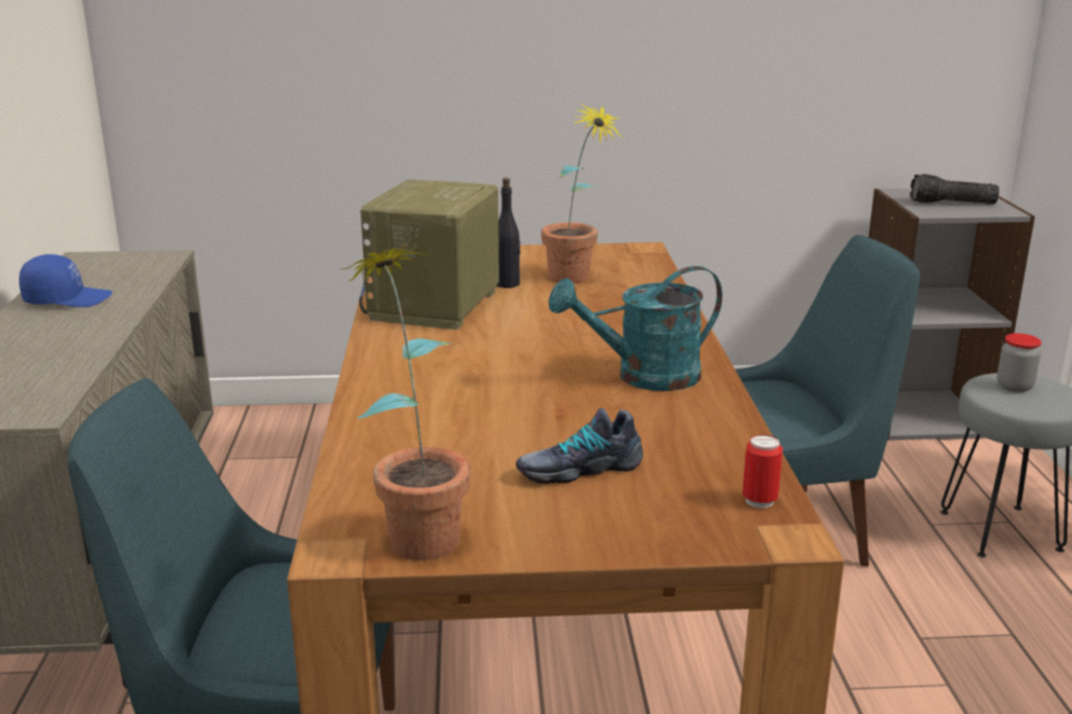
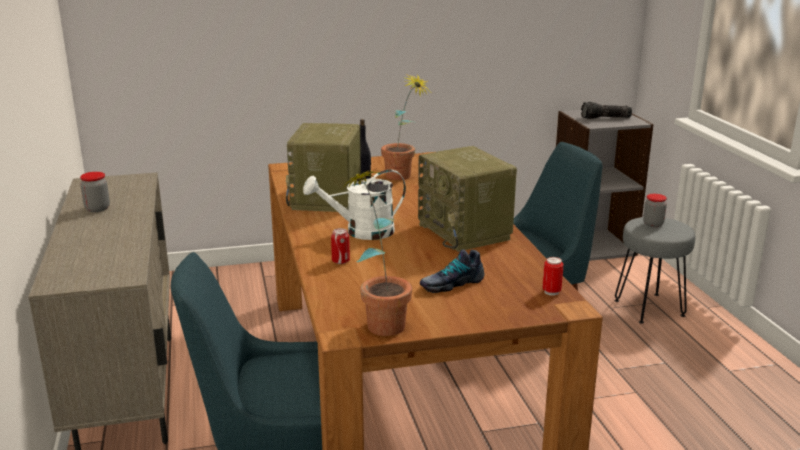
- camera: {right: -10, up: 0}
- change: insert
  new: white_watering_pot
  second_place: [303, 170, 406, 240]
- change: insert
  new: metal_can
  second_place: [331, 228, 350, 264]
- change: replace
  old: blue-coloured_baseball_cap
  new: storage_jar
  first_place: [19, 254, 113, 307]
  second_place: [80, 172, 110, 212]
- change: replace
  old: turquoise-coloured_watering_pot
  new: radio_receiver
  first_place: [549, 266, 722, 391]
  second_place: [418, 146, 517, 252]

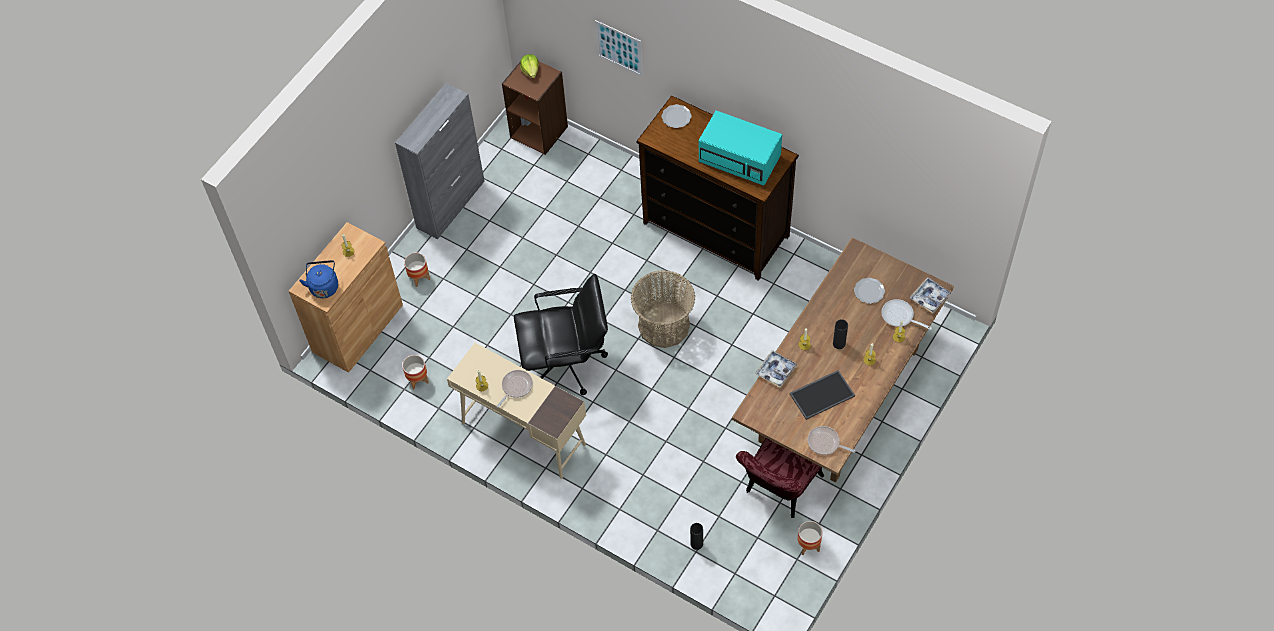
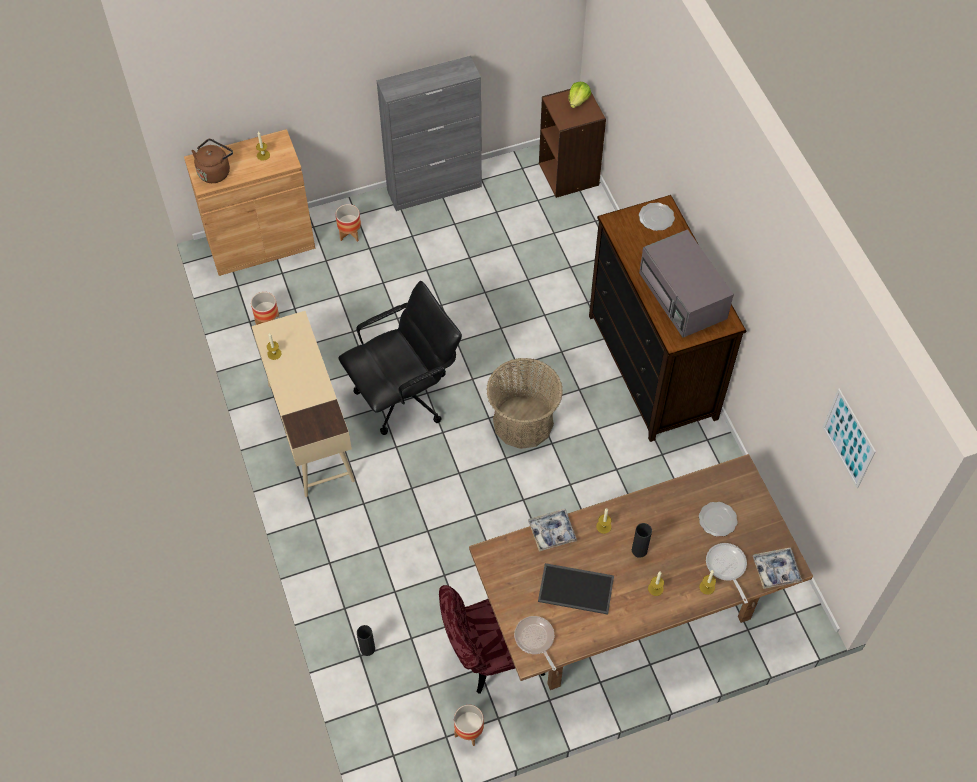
- camera: {right: 35, up: 0}
- change: delete
  old: frying_pan
  first_place: [497, 370, 533, 408]
- change: move
  old: wall_art
  first_place: [595, 20, 643, 76]
  second_place: [823, 389, 876, 488]
- change: recolor
  old: blue-coloured_water_kettle
  new: brown_water_kettle
  first_place: [299, 260, 338, 298]
  second_place: [191, 139, 233, 183]
- change: recolor
  old: turquoise-coloured_kitchen_microwave
  new: greyish_kitchen_microwave
  first_place: [699, 110, 782, 186]
  second_place: [639, 229, 734, 337]
- change: rotate
  old: blackish_desk_chair
  first_place: [514, 274, 608, 395]
  second_place: [338, 281, 462, 435]
  degrees: -60

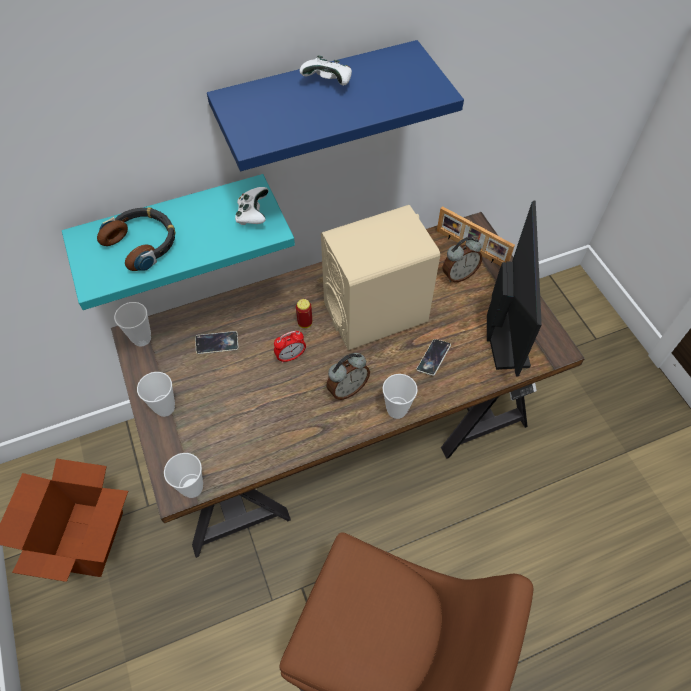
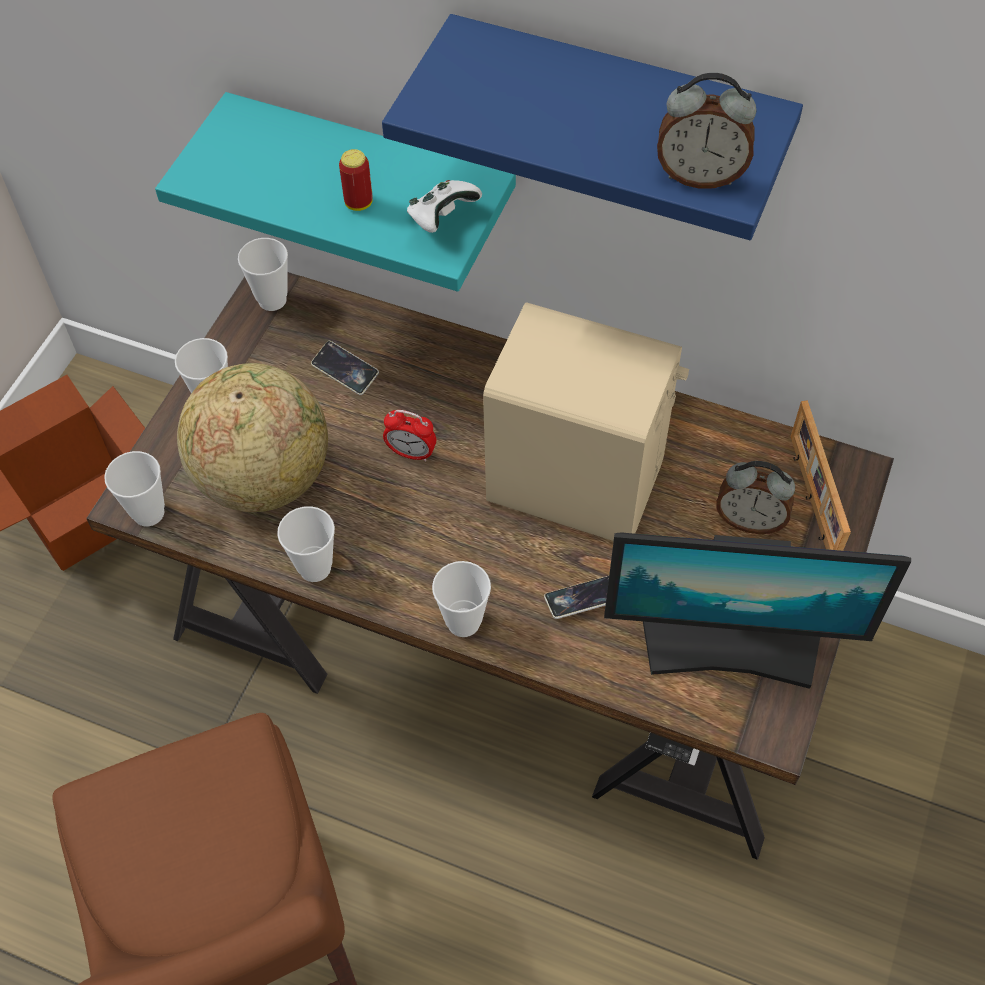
- camera: {right: 45, up: 0}
- change: delete
  old: headphones
  first_place: [97, 207, 175, 271]
- change: delete
  old: white_gamepad
  first_place: [300, 55, 352, 85]
- change: insert
  new: globe
  second_place: [177, 363, 328, 512]
- change: insert
  new: cup
  second_place: [277, 506, 335, 582]
- change: move
  old: metal_can
  first_place: [296, 299, 312, 328]
  second_place: [339, 149, 373, 211]
- change: move
  old: alarm_clock
  first_place: [326, 353, 370, 400]
  second_place: [657, 73, 757, 189]
- change: rotate
  old: computer_display
  first_place: [487, 201, 542, 377]
  second_place: [604, 532, 911, 689]
  degrees: 45

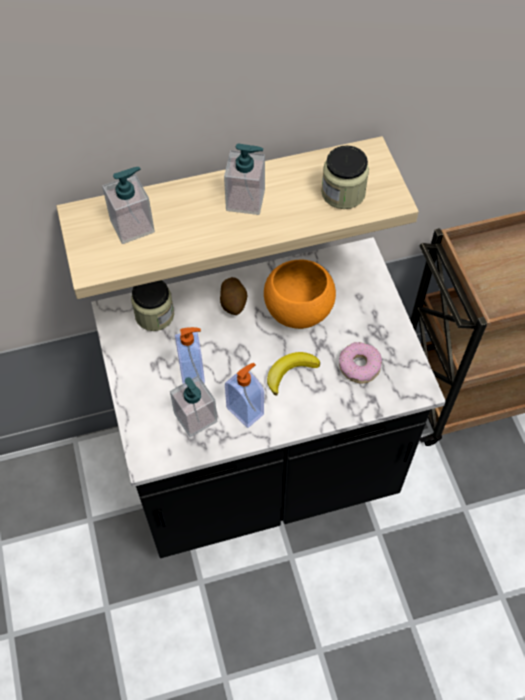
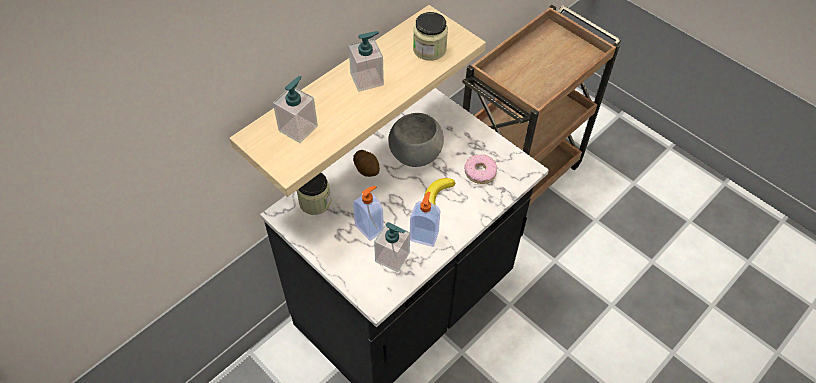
- camera: {right: -30, up: -5}
- change: recolor
  old: orangey_serving_bowl
  new: greyish_serving_bowl
  first_place: [264, 259, 336, 329]
  second_place: [388, 113, 444, 167]

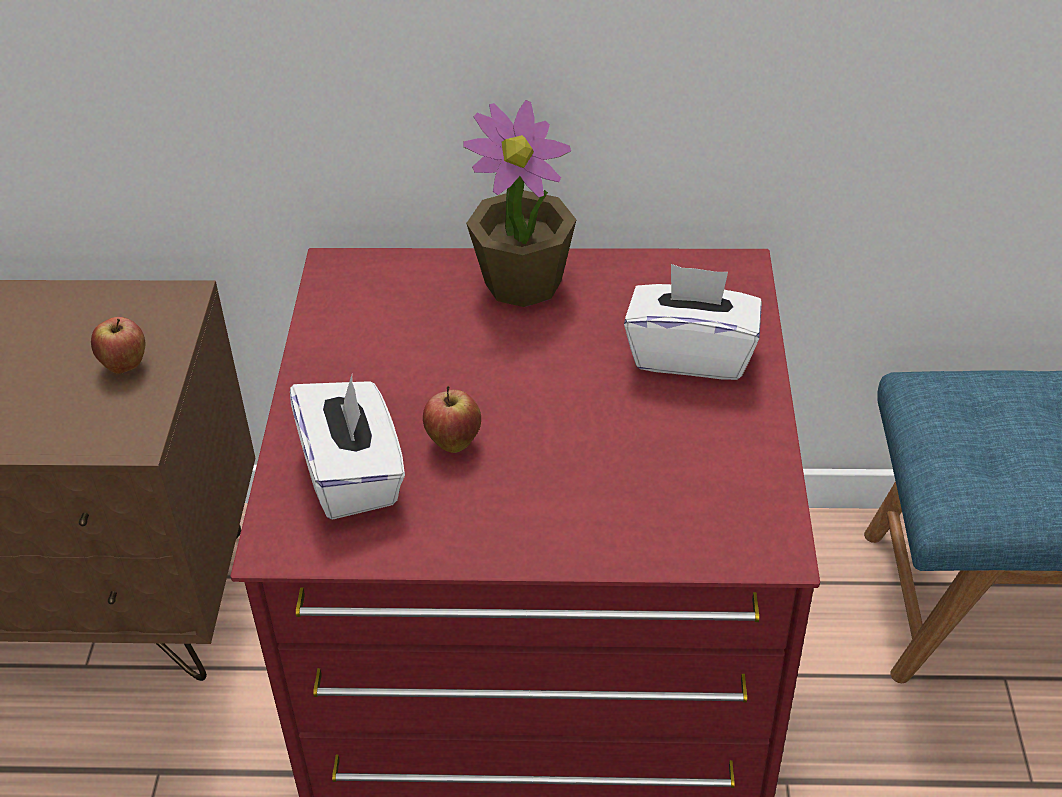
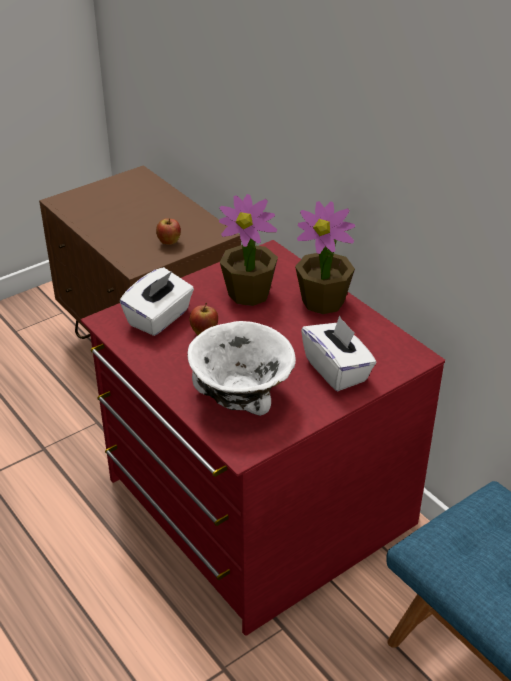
- camera: {right: 50, up: -5}
- change: insert
  new: white_serving_bowl
  second_place: [187, 321, 296, 416]
- change: insert
  new: potted_plant
  second_place: [219, 194, 278, 306]

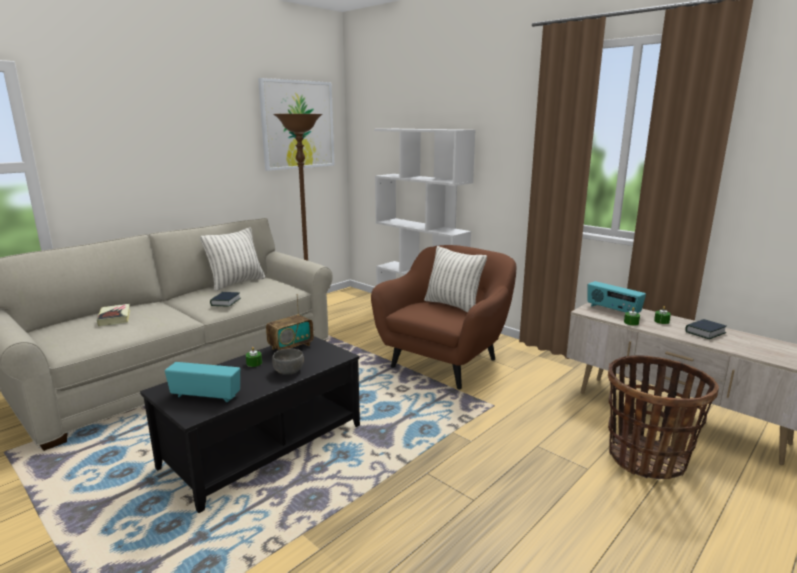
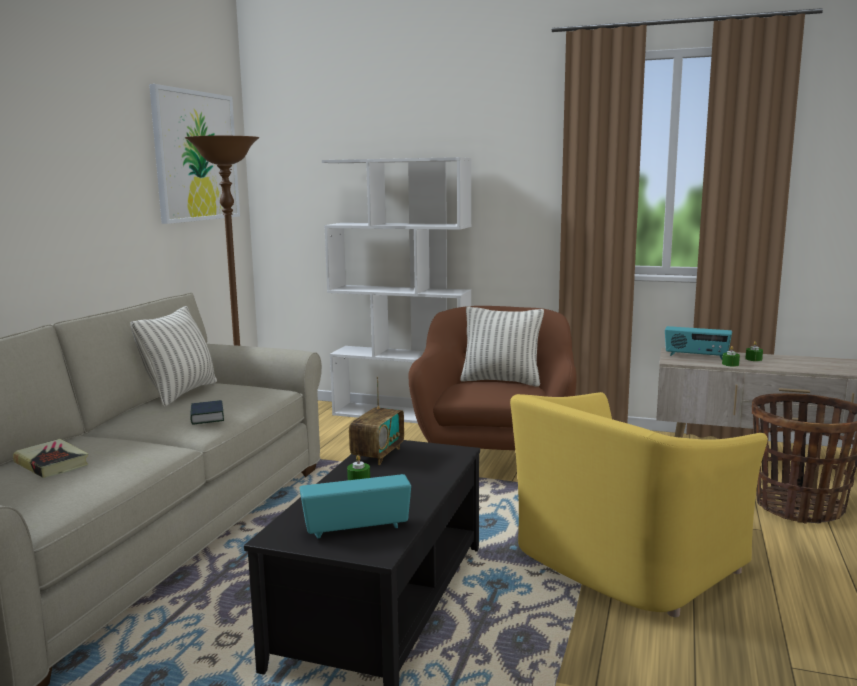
- camera: {right: -25, up: -5}
- change: delete
  old: greyish_serving_bowl
  first_place: [272, 348, 304, 375]
- change: delete
  old: bound_book
  first_place: [685, 319, 726, 339]
- change: insert
  new: yellow-coloured_lounge_chair
  second_place: [510, 392, 768, 617]

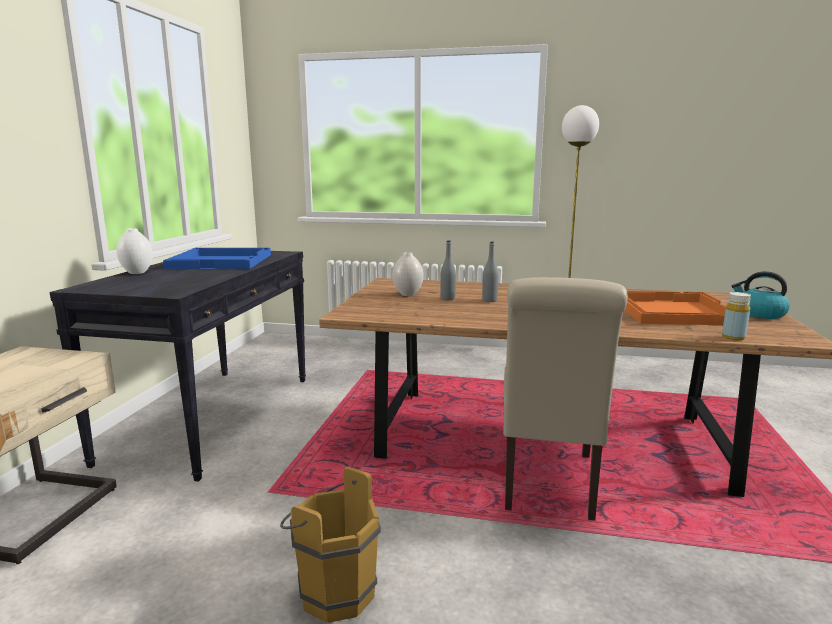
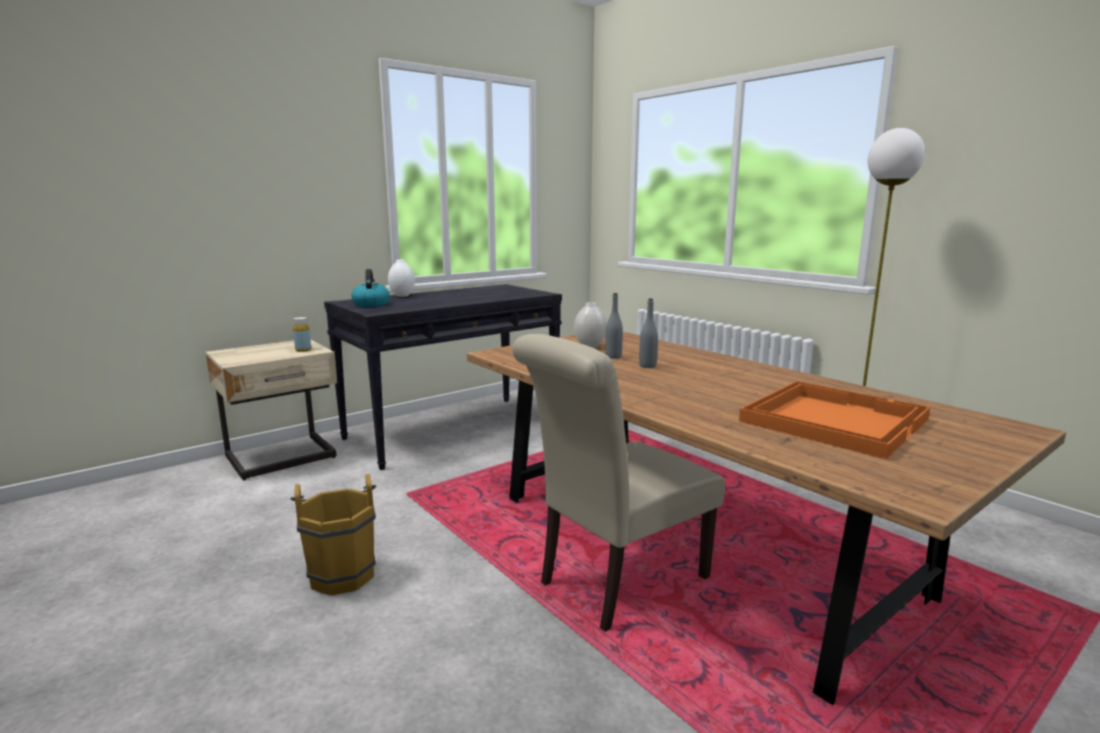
- camera: {right: 40, up: 0}
- change: delete
  old: blue-coloured_tray
  first_place: [163, 248, 271, 269]
- change: move
  old: yellow-coloured_drink_bottle
  first_place: [722, 292, 751, 341]
  second_place: [293, 317, 311, 352]
- change: move
  old: water_kettle
  first_place: [732, 271, 790, 319]
  second_place: [351, 269, 390, 307]

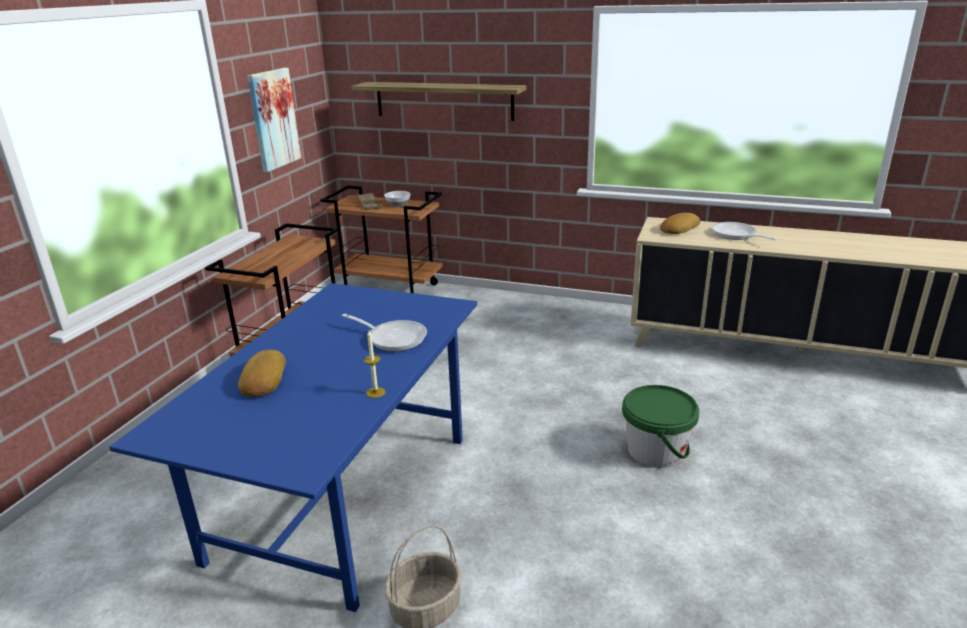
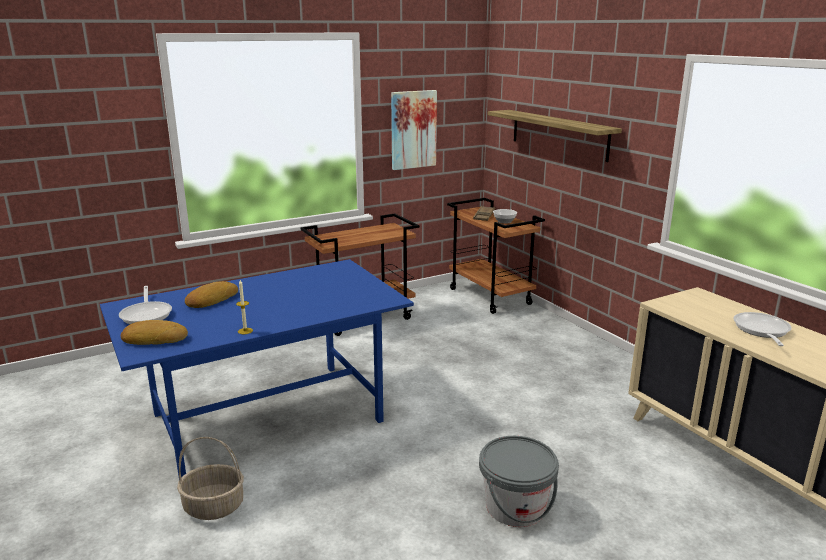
- camera: {right: 40, up: -5}
- change: move
  old: frying_pan
  first_place: [342, 314, 427, 351]
  second_place: [119, 286, 172, 324]
- change: move
  old: bread
  first_place: [660, 213, 700, 234]
  second_place: [121, 320, 188, 345]
- change: recolor
  old: green-coloured_pail
  new: greyish_pail
  first_place: [622, 385, 699, 468]
  second_place: [479, 436, 559, 527]

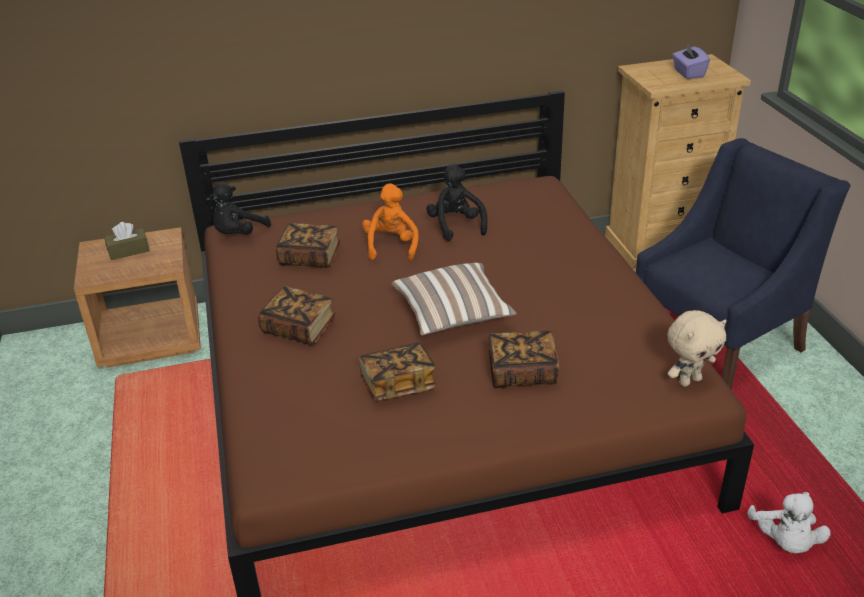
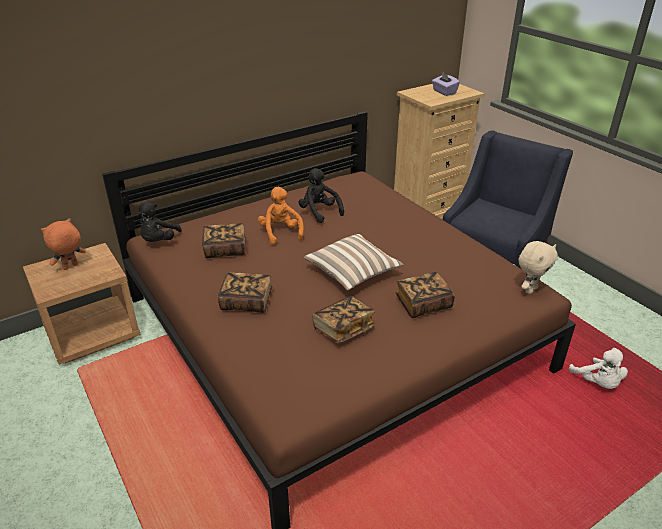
- camera: {right: -20, up: 0}
- change: replace
  old: brown_box_of_tissues
  new: orangey_soft_toy
  first_place: [104, 222, 150, 260]
  second_place: [41, 218, 86, 270]

